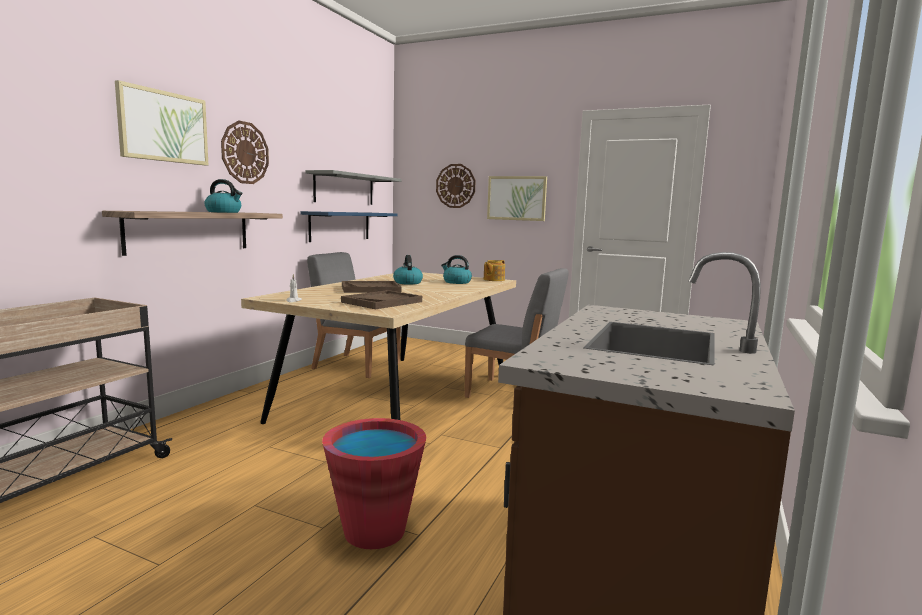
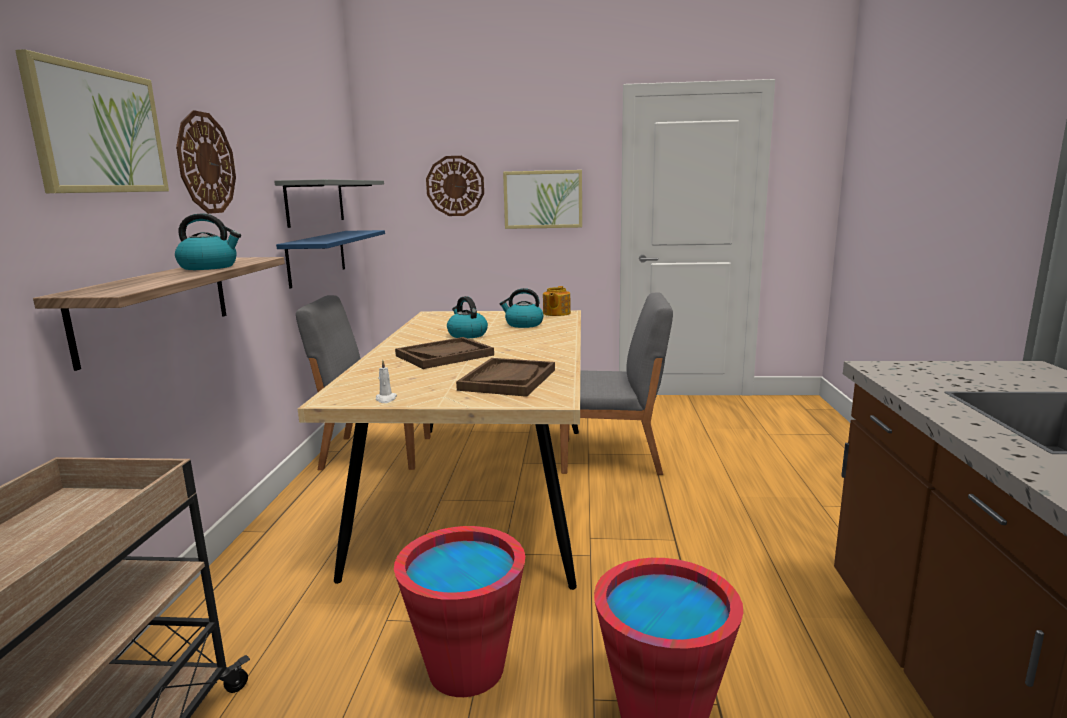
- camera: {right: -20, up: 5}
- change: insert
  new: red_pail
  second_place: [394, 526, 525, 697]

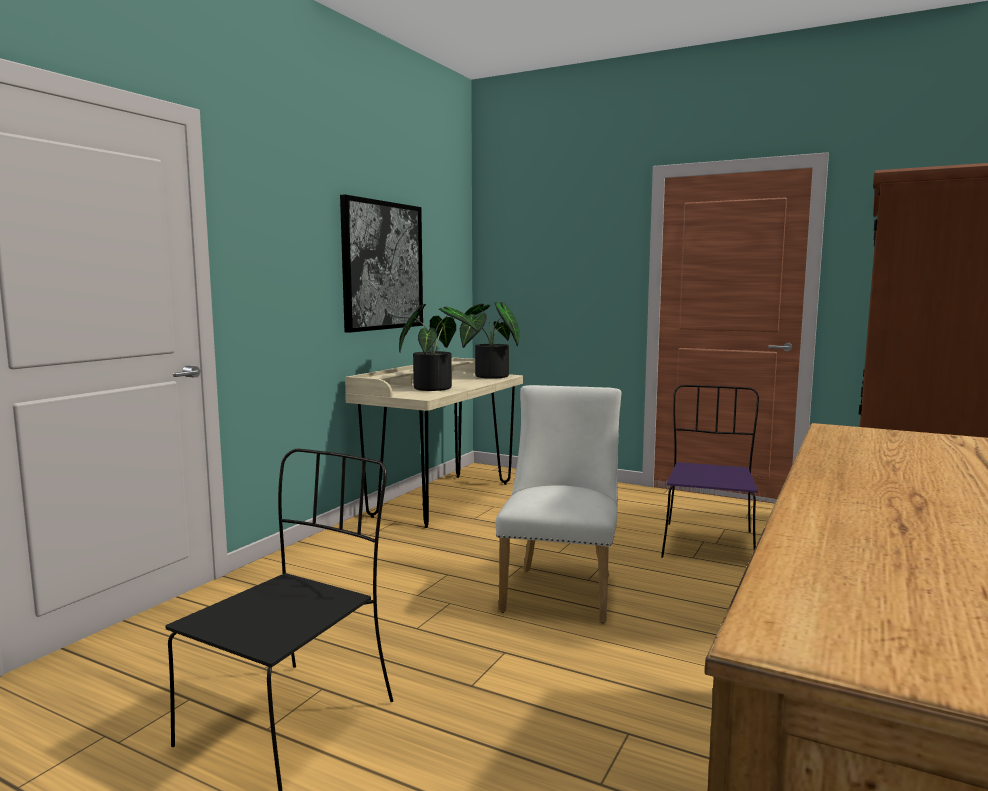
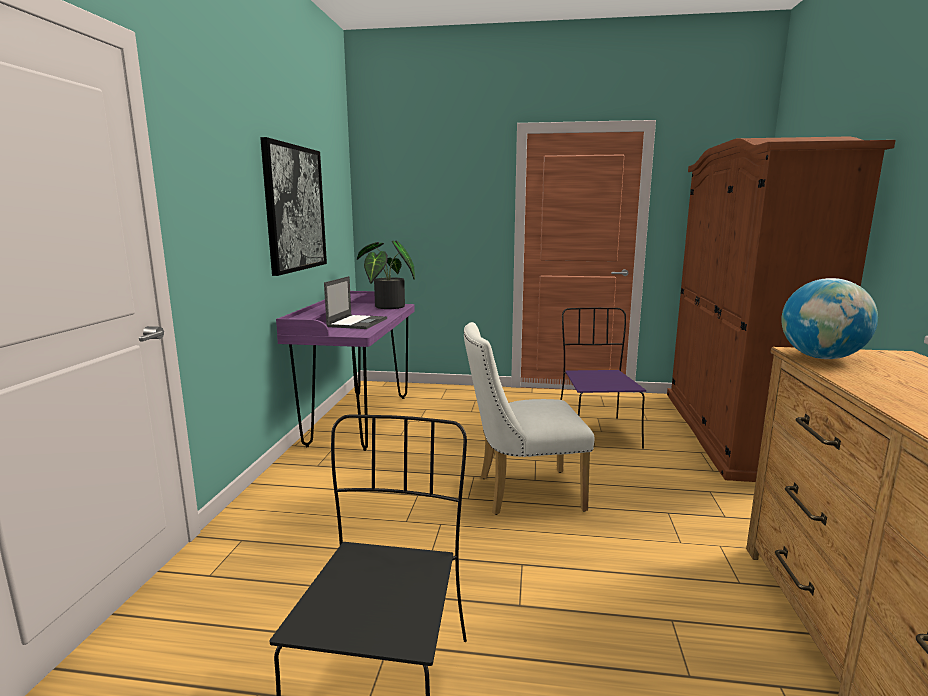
- camera: {right: -20, up: 5}
- change: insert
  new: globe
  second_place: [781, 278, 878, 359]
- change: replace
  old: potted_plant
  new: laptop
  first_place: [399, 304, 478, 391]
  second_place: [324, 276, 387, 329]
- change: recolor
  old: beige_desk
  new: purplish_desk
  first_place: [345, 358, 523, 528]
  second_place: [276, 291, 415, 451]
- change: rotate
  old: white_upright_chair
  first_place: [496, 385, 621, 623]
  second_place: [464, 322, 594, 515]
  degrees: -90

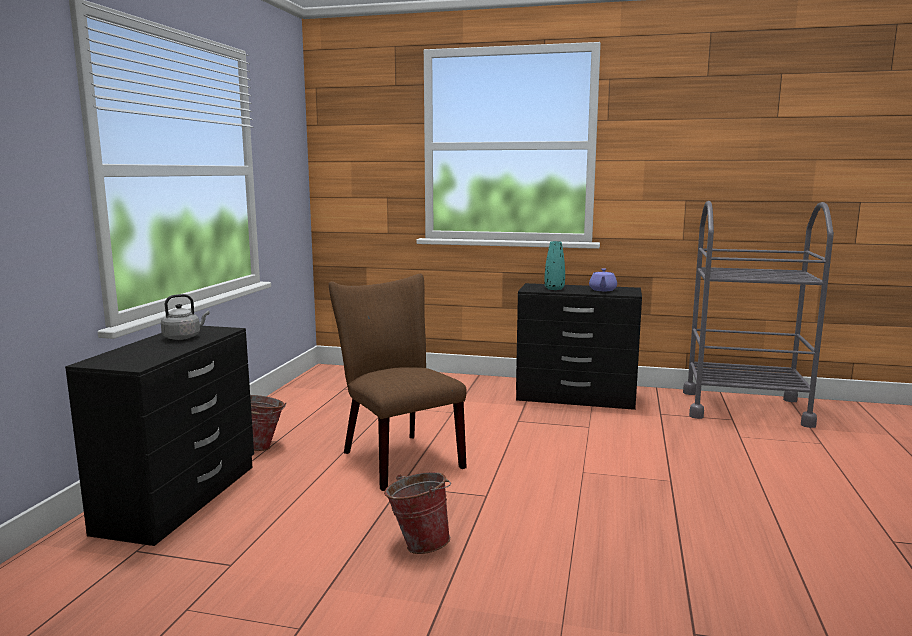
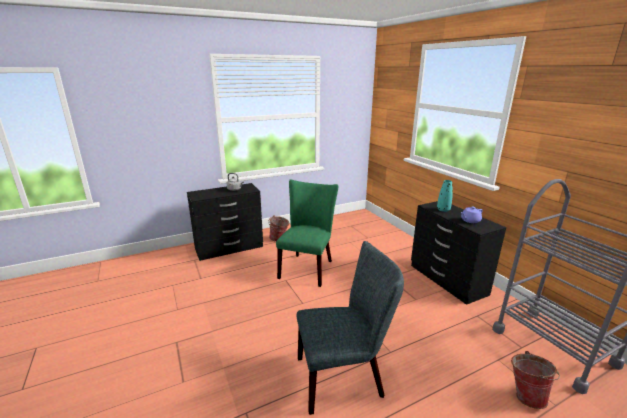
- camera: {right: 50, up: 10}
- change: insert
  new: greyish_upright_chair
  second_place: [297, 241, 404, 415]
- change: move
  old: pail
  first_place: [384, 472, 451, 554]
  second_place: [511, 351, 560, 409]
- change: recolor
  old: brown_upright_chair
  new: green-coloured_upright_chair
  first_place: [329, 274, 467, 491]
  second_place: [276, 180, 338, 287]

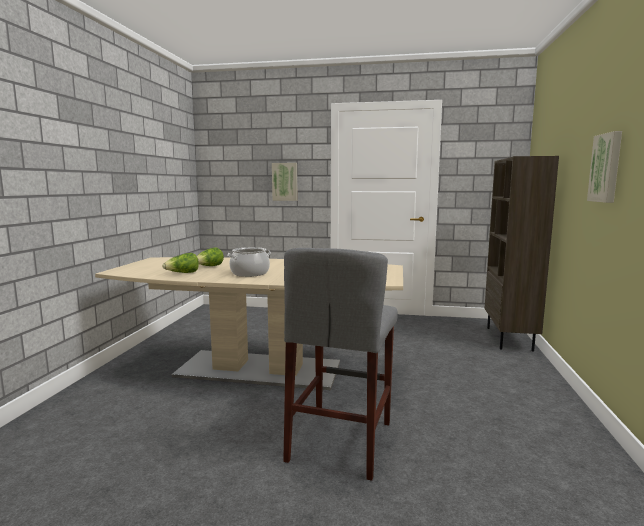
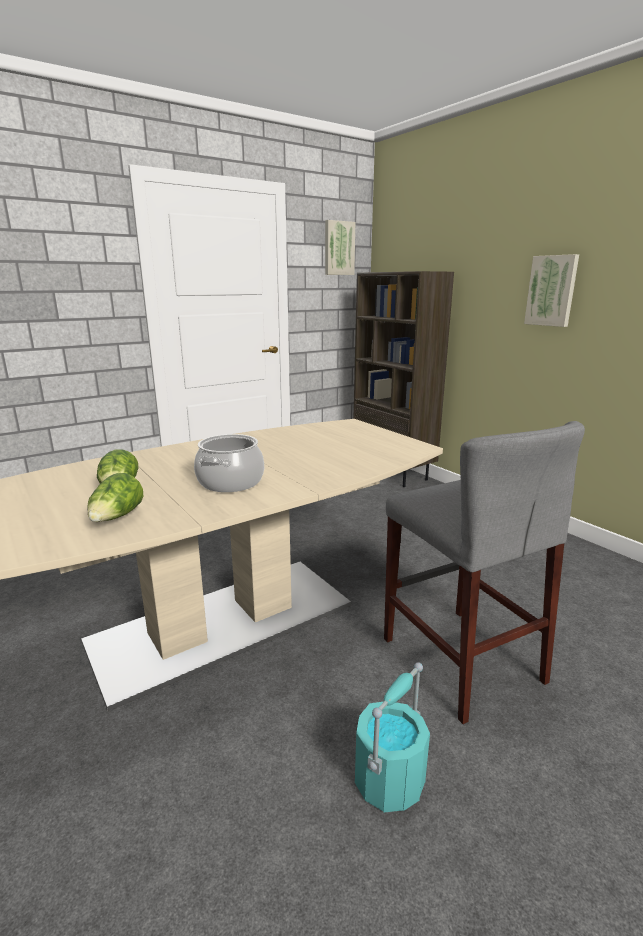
- camera: {right: -45, up: 10}
- change: insert
  new: turquoise-coloured_pail
  second_place: [355, 663, 430, 812]
- change: move
  old: wall_art
  first_place: [272, 163, 297, 201]
  second_place: [325, 220, 355, 275]

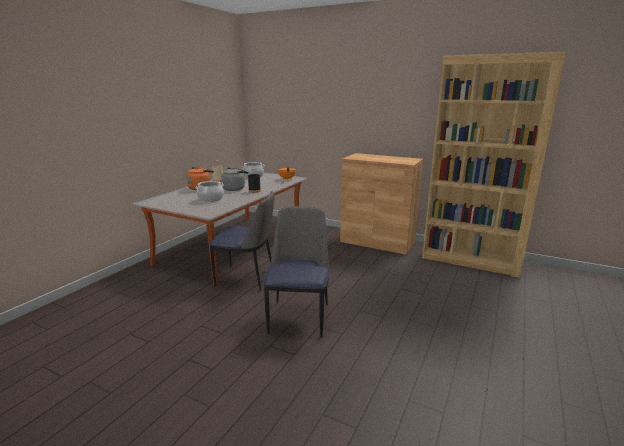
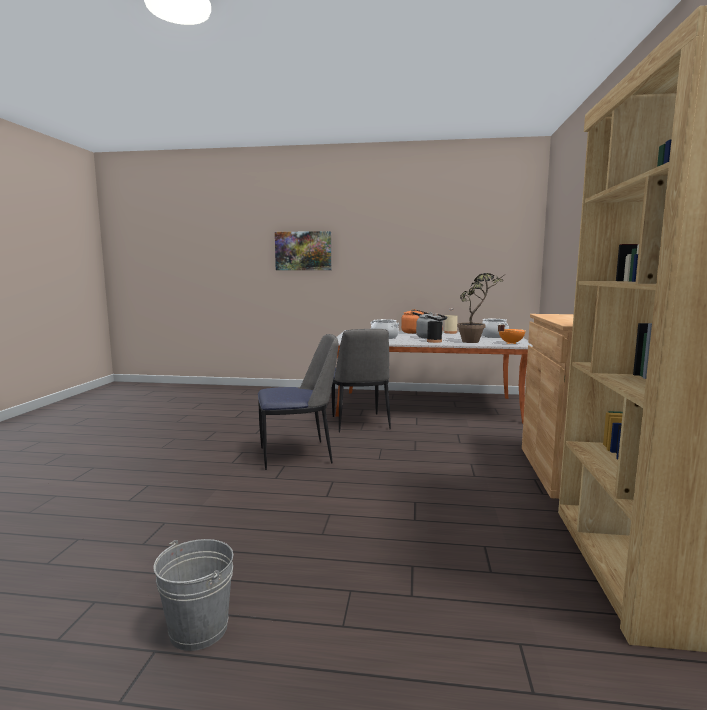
- camera: {right: 70, up: -10}
- change: insert
  new: greyish_pail
  second_place: [153, 539, 233, 651]
- change: insert
  new: wall_art
  second_place: [275, 231, 331, 270]
- change: insert
  new: potted_plant
  second_place: [457, 273, 503, 343]

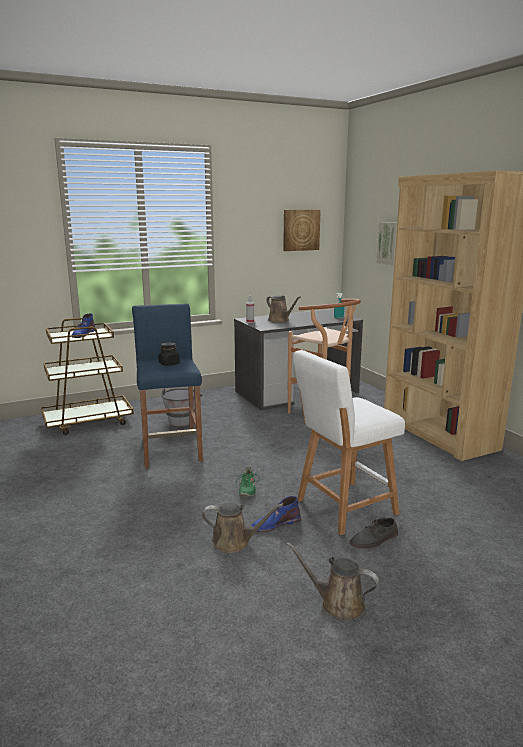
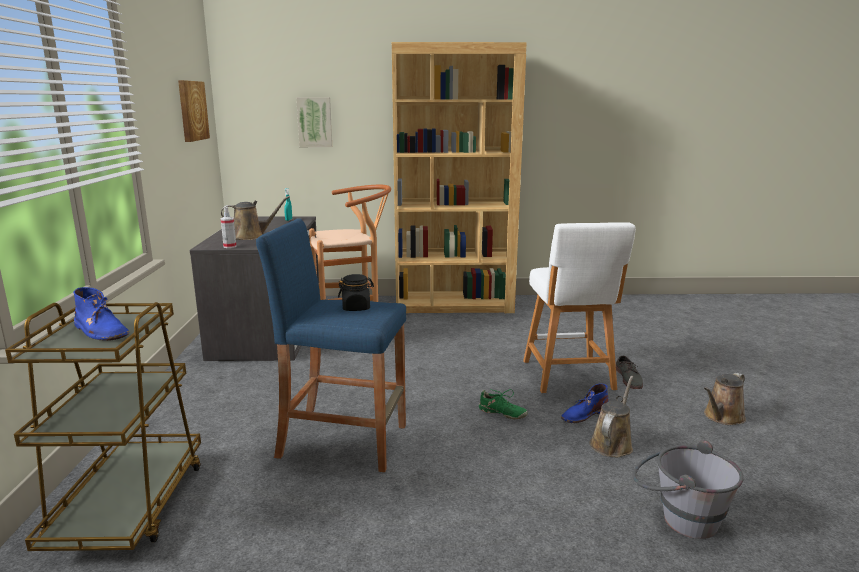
- camera: {right: -65, up: 0}
- change: move
  old: greyish_pail
  first_place: [161, 388, 203, 426]
  second_place: [632, 440, 744, 539]
- change: rotate
  old: blue-coloured_tall_boot
  first_place: [251, 496, 301, 532]
  second_place: [561, 384, 609, 423]
  degrees: 60

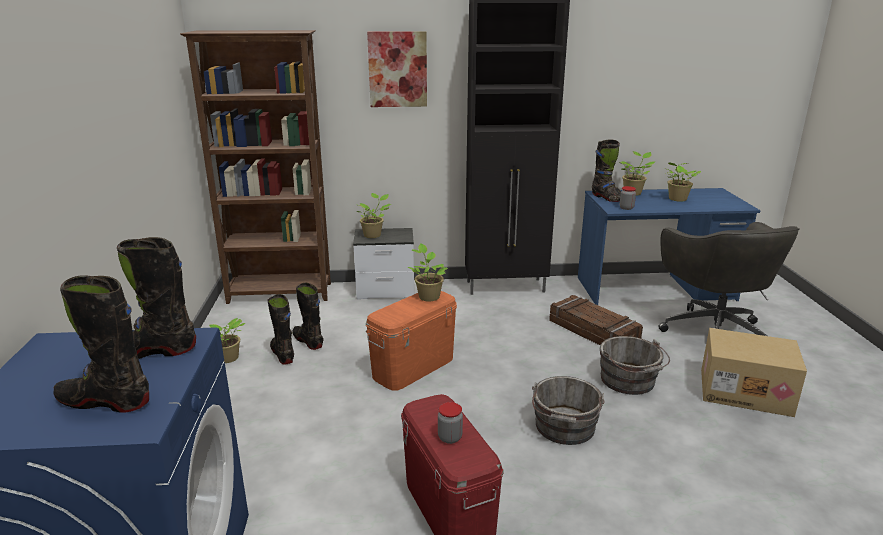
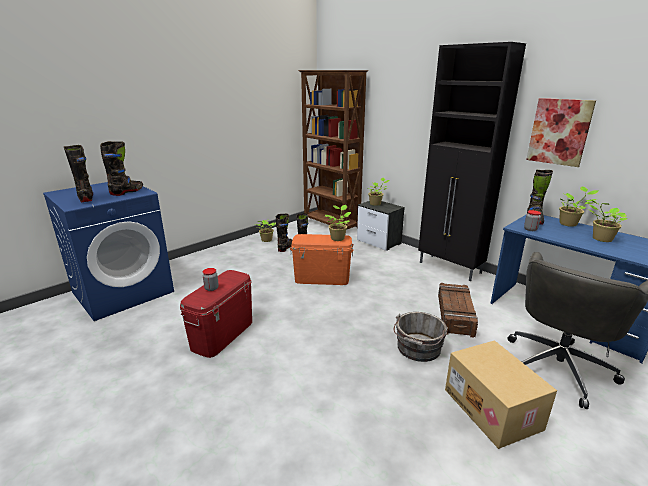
- camera: {right: 50, up: 0}
- change: delete
  old: greyish_pail
  first_place: [532, 376, 605, 445]
- change: move
  old: wall_art
  first_place: [367, 31, 427, 107]
  second_place: [526, 98, 596, 167]
- change: rotate
  old: blackish_tall_boot
  first_place: [117, 237, 196, 359]
  second_place: [100, 141, 143, 196]
  degrees: 75

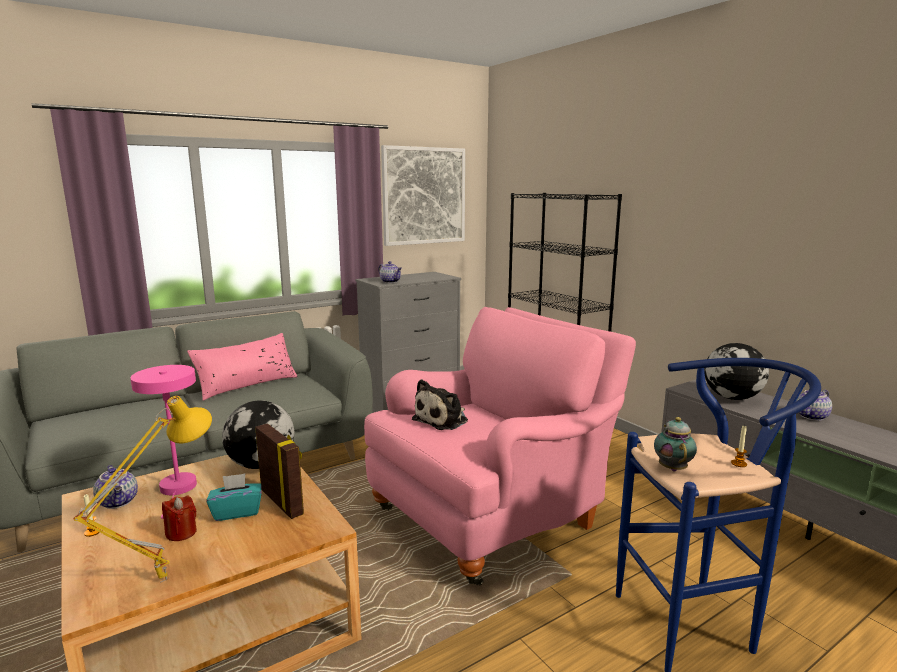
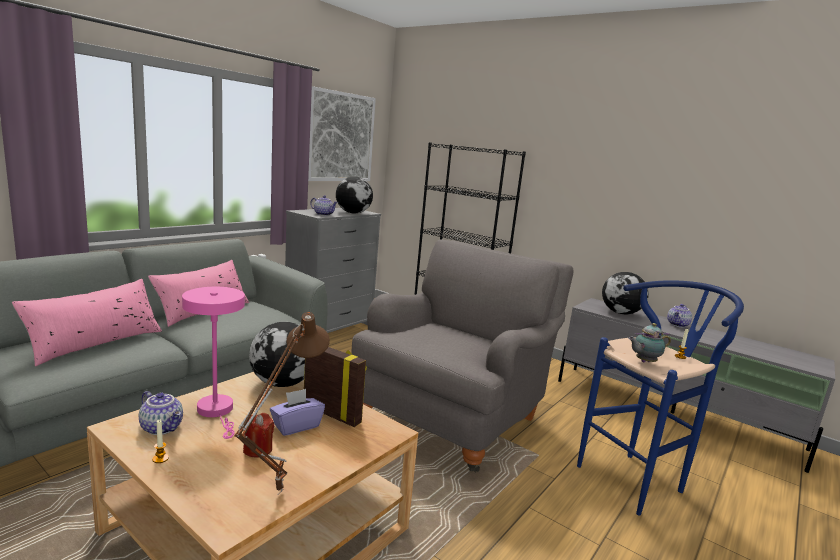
- camera: {right: -20, up: 0}
- change: delete
  old: soft_toy
  first_place: [412, 379, 468, 430]
- change: insert
  new: pink_pillow
  second_place: [12, 279, 162, 366]
- change: insert
  new: globe
  second_place: [336, 176, 373, 214]
- change: recolor
  old: yellow-coloured_table_lamp
  new: brown_table_lamp
  first_place: [73, 396, 212, 583]
  second_place: [234, 312, 330, 494]
- change: recolor
  old: turquoise-coloured_box_of_tissues
  new: purplish_box_of_tissues
  first_place: [207, 474, 262, 521]
  second_place: [270, 389, 325, 436]
- change: recolor
  old: pink_lounge_chair
  new: greyish_lounge_chair
  first_place: [364, 307, 636, 586]
  second_place: [351, 239, 574, 472]
- change: rotate
  old: teapot
  first_place: [654, 417, 697, 471]
  second_place: [628, 323, 671, 362]
  degrees: -90

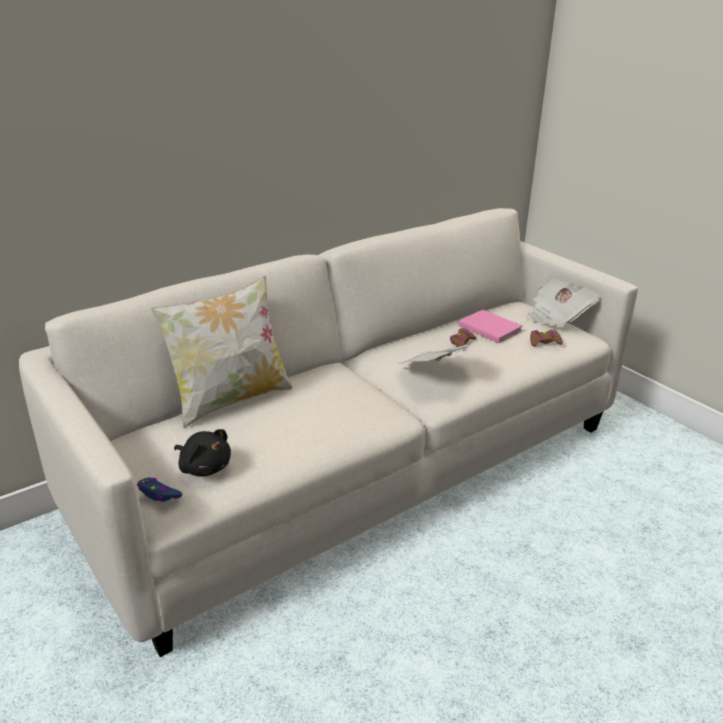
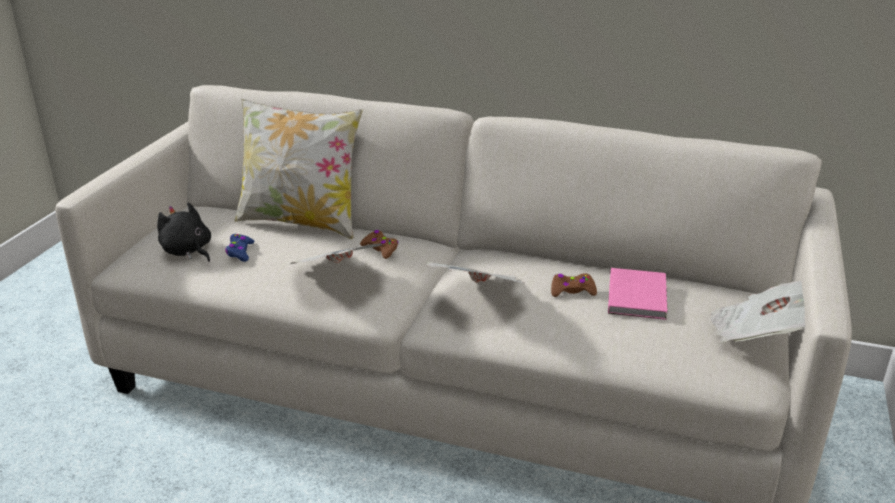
- camera: {right: 55, up: 0}
- change: insert
  new: printed_paper
  second_place: [290, 243, 382, 264]
- change: move
  old: blue-coloured_gamepad
  first_place: [137, 477, 182, 502]
  second_place: [225, 234, 254, 262]
- change: move
  old: brown_gamepad
  first_place: [530, 330, 563, 346]
  second_place: [360, 230, 398, 259]
- change: rotate
  old: blackish_soft_toy
  first_place: [174, 429, 231, 477]
  second_place: [157, 202, 211, 262]
  degrees: 135

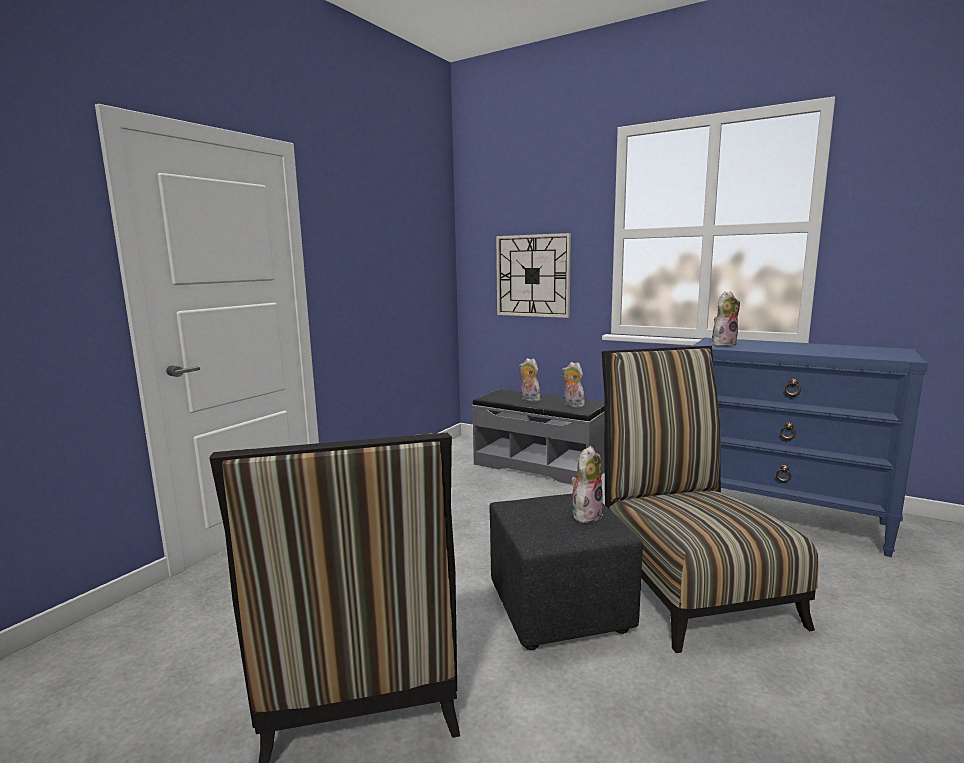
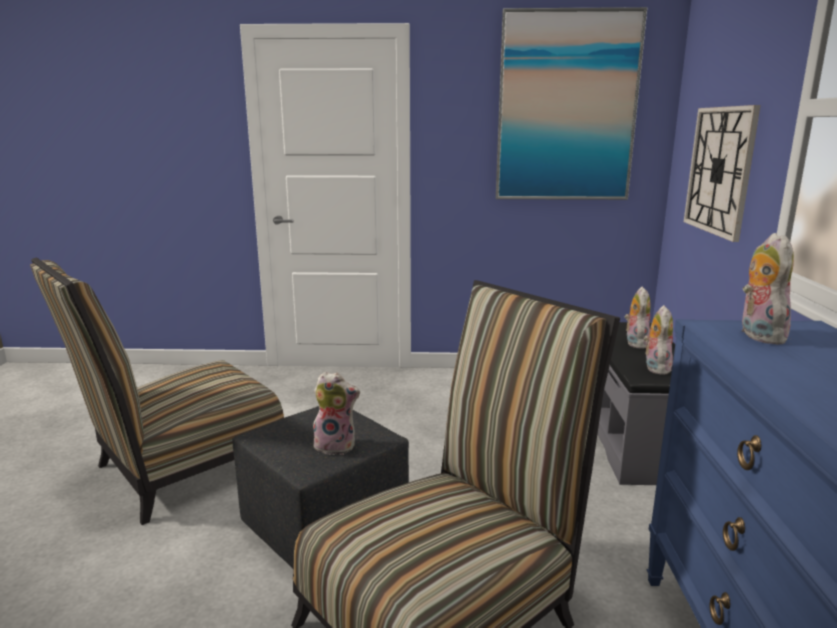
- camera: {right: 60, up: 5}
- change: insert
  new: wall_art
  second_place: [496, 7, 647, 200]
- change: rotate
  old: soft_toy
  first_place: [712, 291, 740, 346]
  second_place: [742, 233, 794, 345]
  degrees: -120

